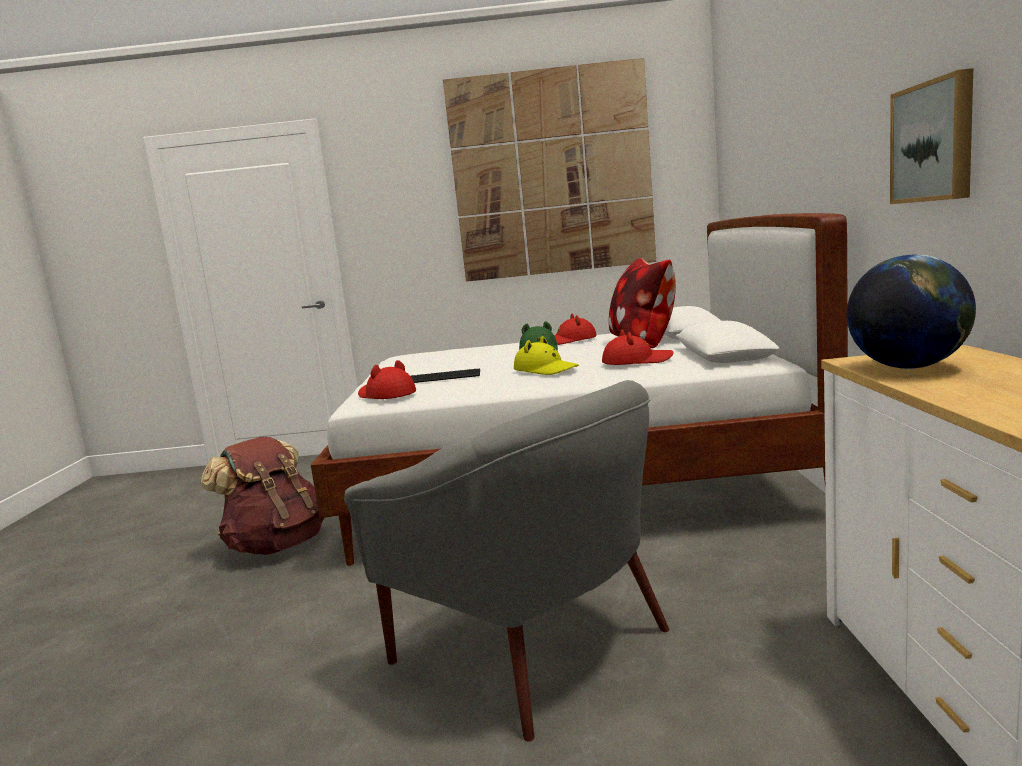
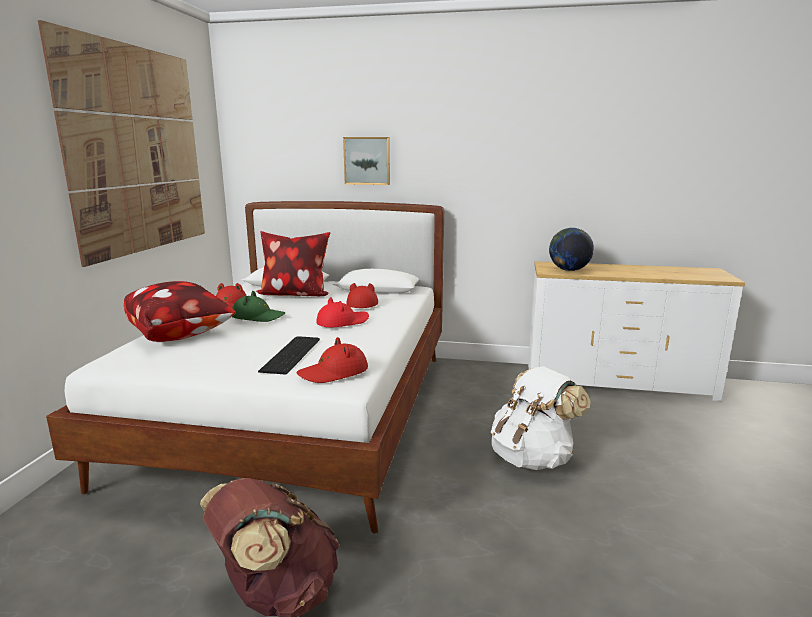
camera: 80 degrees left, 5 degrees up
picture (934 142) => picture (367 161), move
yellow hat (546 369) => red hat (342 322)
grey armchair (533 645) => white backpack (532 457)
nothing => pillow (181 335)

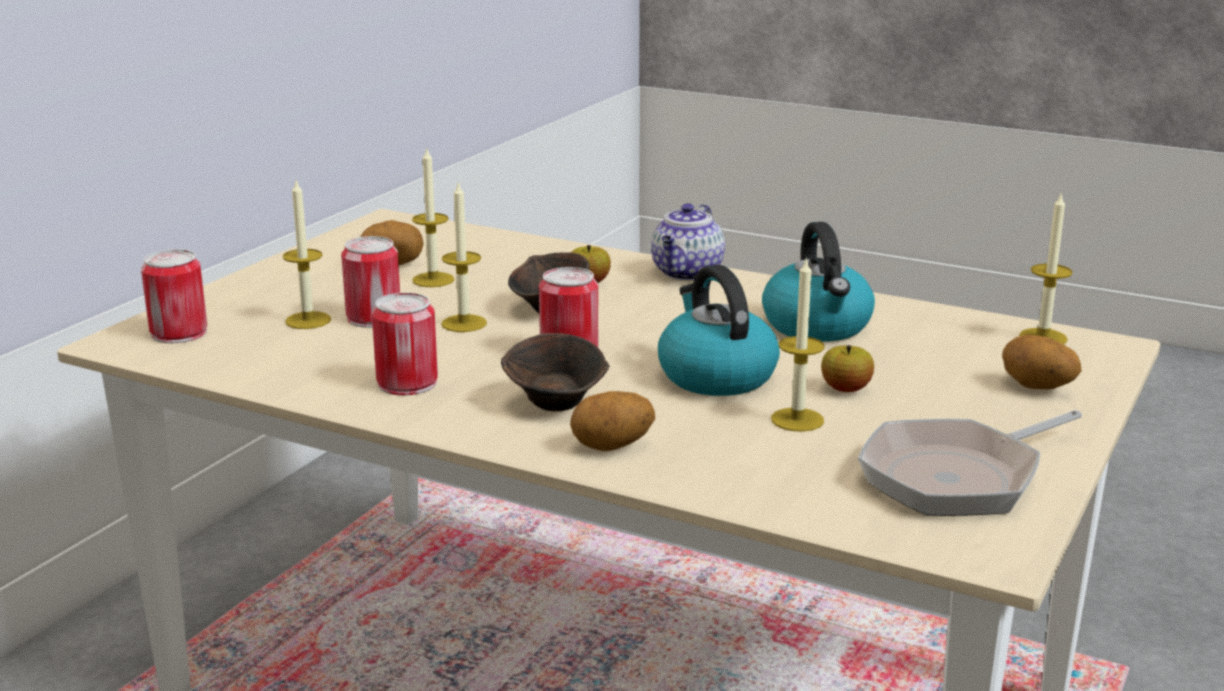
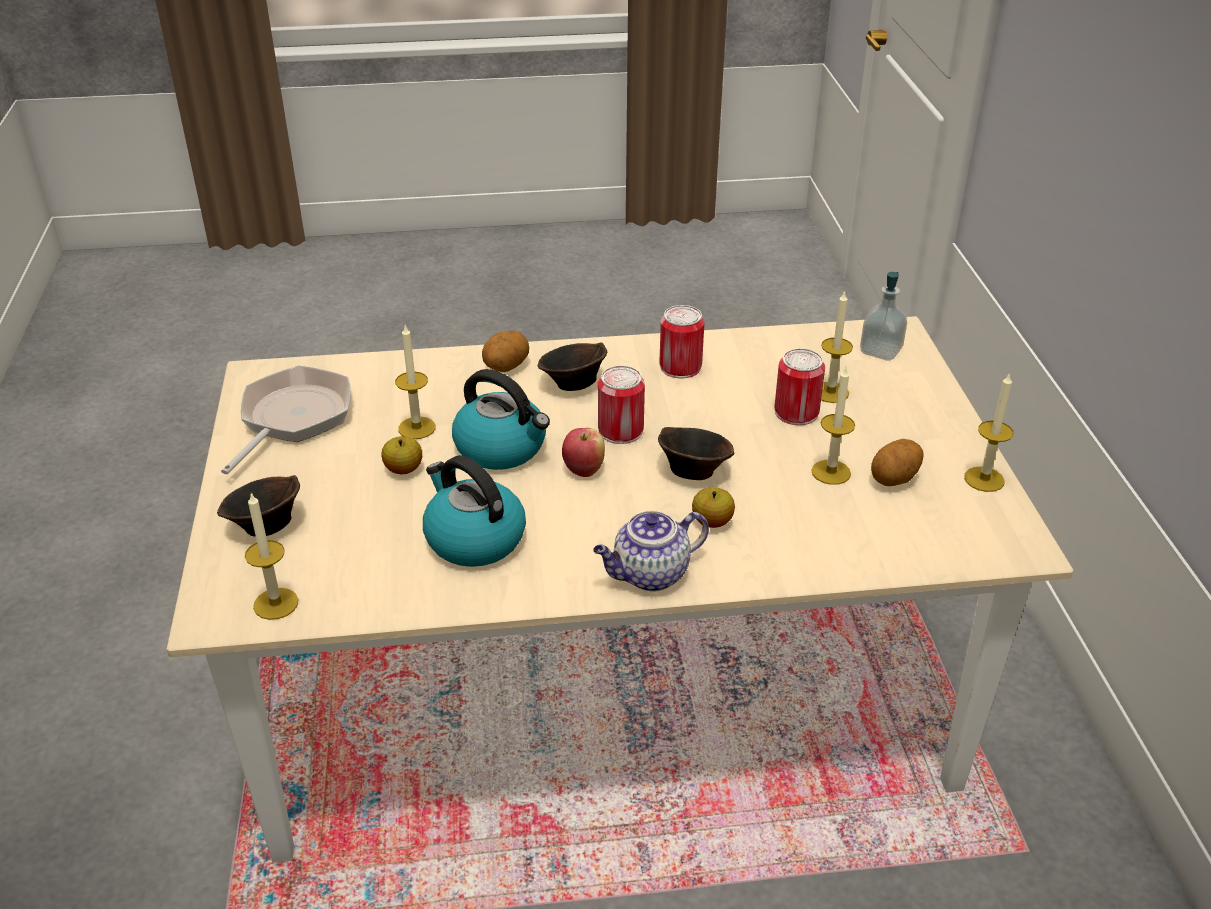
camera: 145 degrees right, 15 degrees up
candle (464 323) => candle (984 479), move
teapot (687 273) => teapot (649 575), 105 degrees counterclockwise
can (179 333) => soap dispenser (880 351)
potato (1037 388) => brown bowl (265 526)
nothing => apple (583 470)

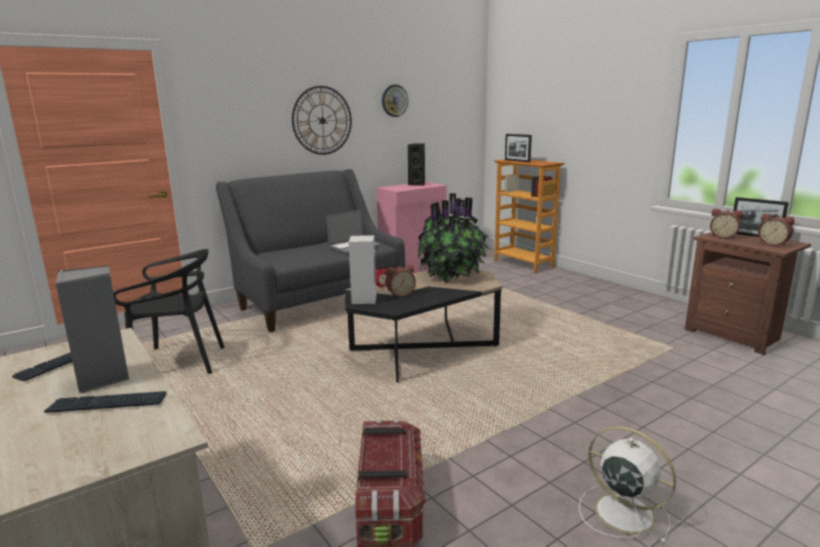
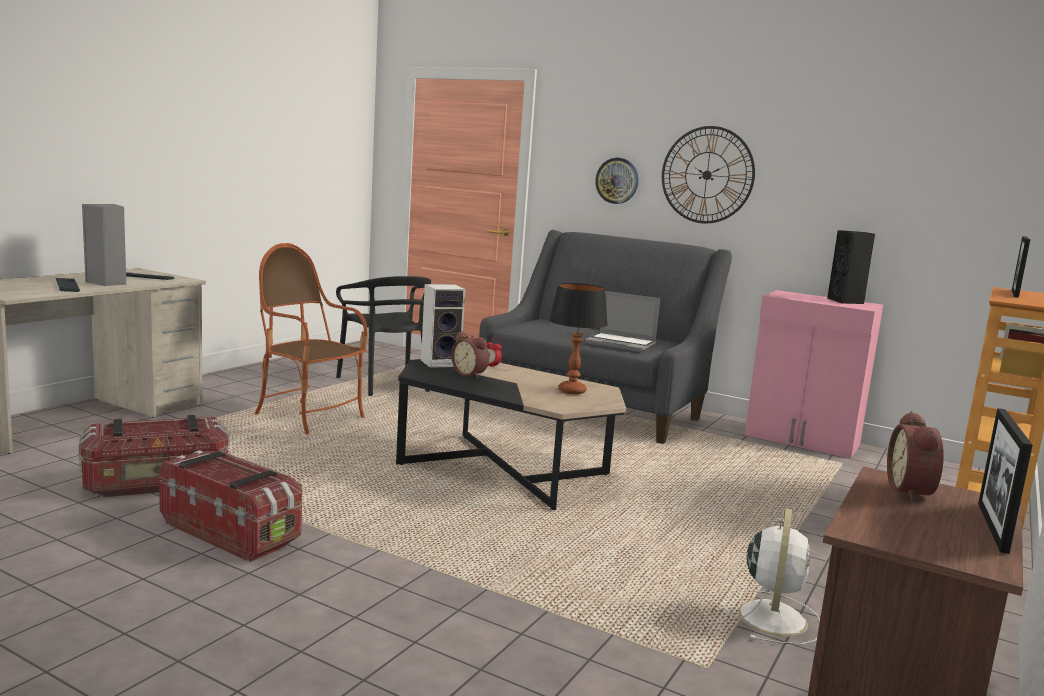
camera: 65 degrees right, 5 degrees down
wall clock (394 100) => wall clock (617 180), move
potted plant (453 276) => table lamp (572 391)
alarm clock (773 244) => nothing
white fan (621 512) => white fan (772 616), move
nothing => armchair (309 417)
nothing => storage box (232 532)

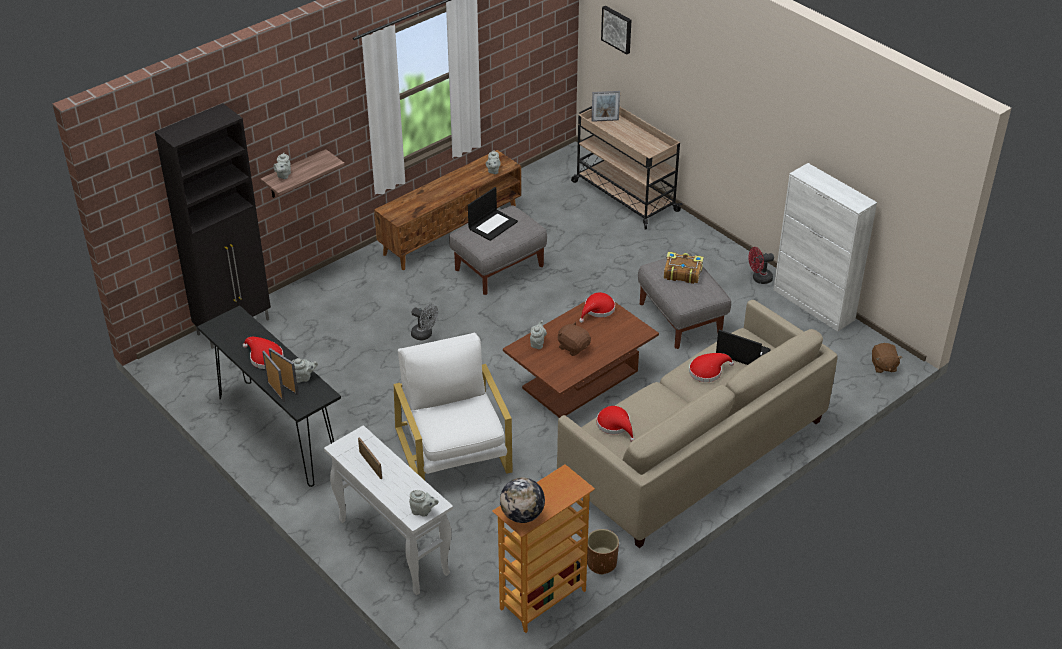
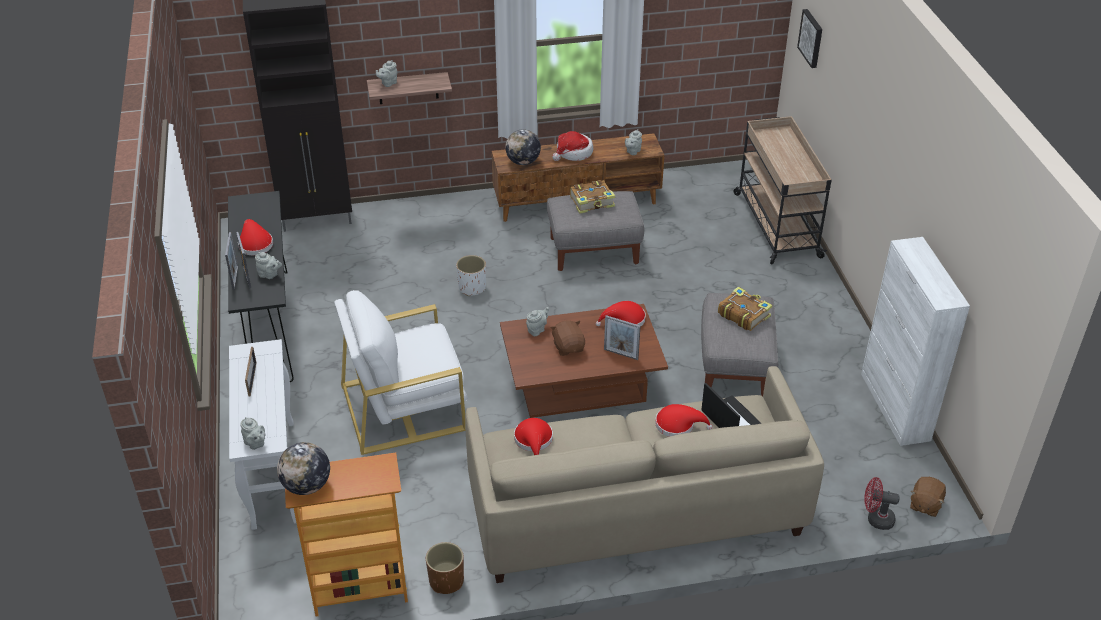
camera: 30 degrees right, 0 degrees up
picture frame (605 120) => picture frame (621 354), move
laptop (493 225) => book (592 202)
red fan (759 279) => red fan (876 519), move
grey fan (424 335) => white planter (472 287)
white armchair (453 450) => white armchair (404 406), 120 degrees counterclockwise
nothing => globe (523 162)
nothing => hat (573 153)

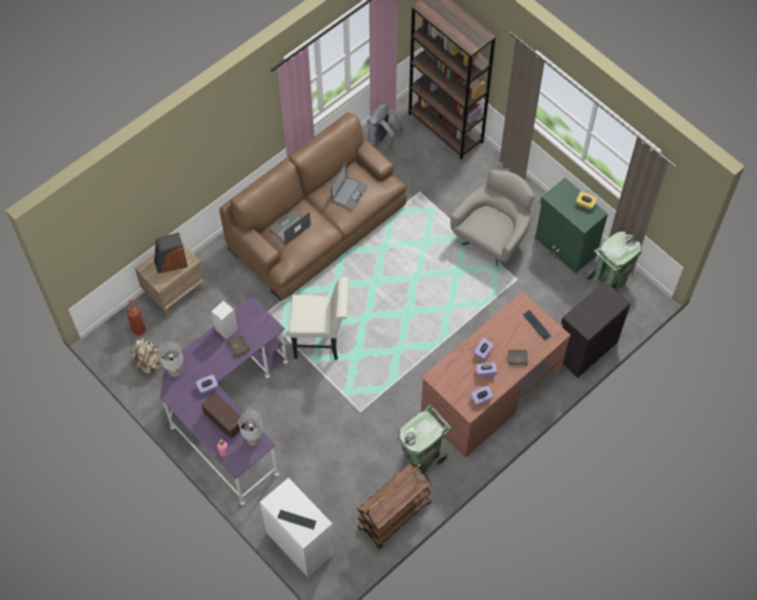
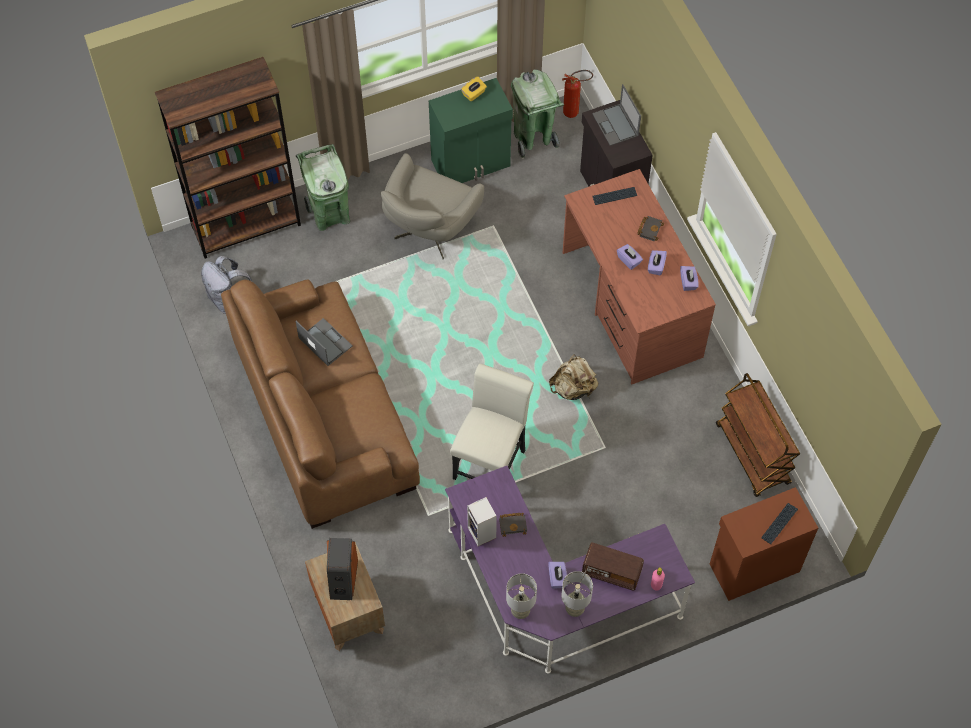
camera: 70 degrees left, 0 degrees up
grey armchair (492 240) => grey armchair (429 232), 120 degrees counterclockwise
laptop (290 228) => laptop (616 125), move
fire extinguisher (139 332) => fire extinguisher (574 112), move
beige backpack (149 362) => beige backpack (573 388), move
radio (224 420) => radio (611 572), 135 degrees counterclockwise
green trash can (422 456) => green trash can (330 214), move
grey table lamp (253 440) => grey table lamp (575 608), move
white cabinet (300 542) => brown cabinet (753 566)

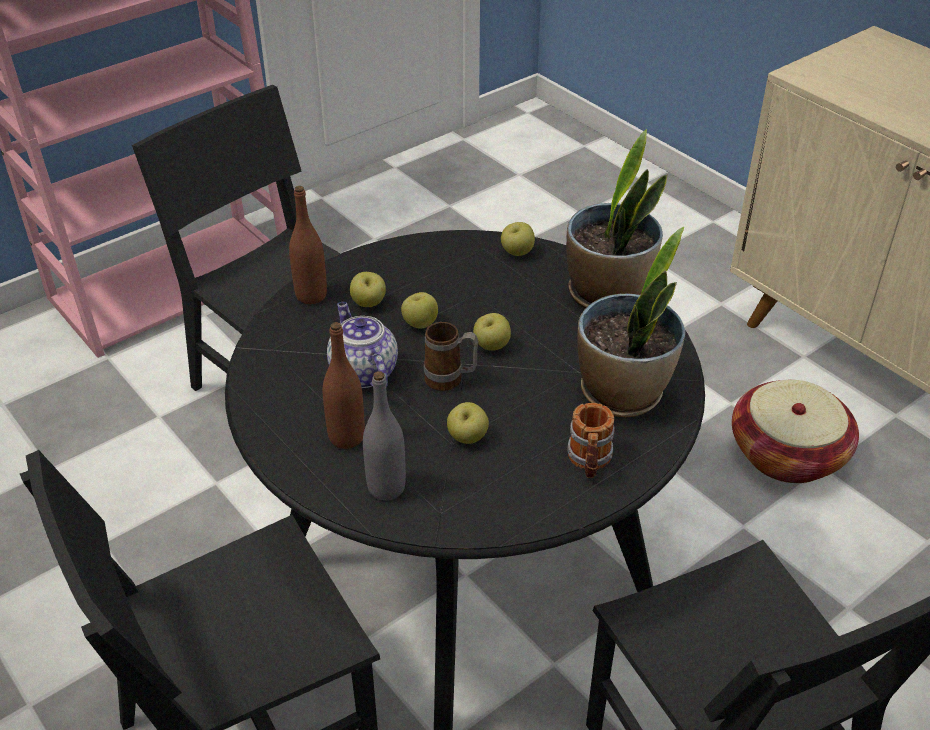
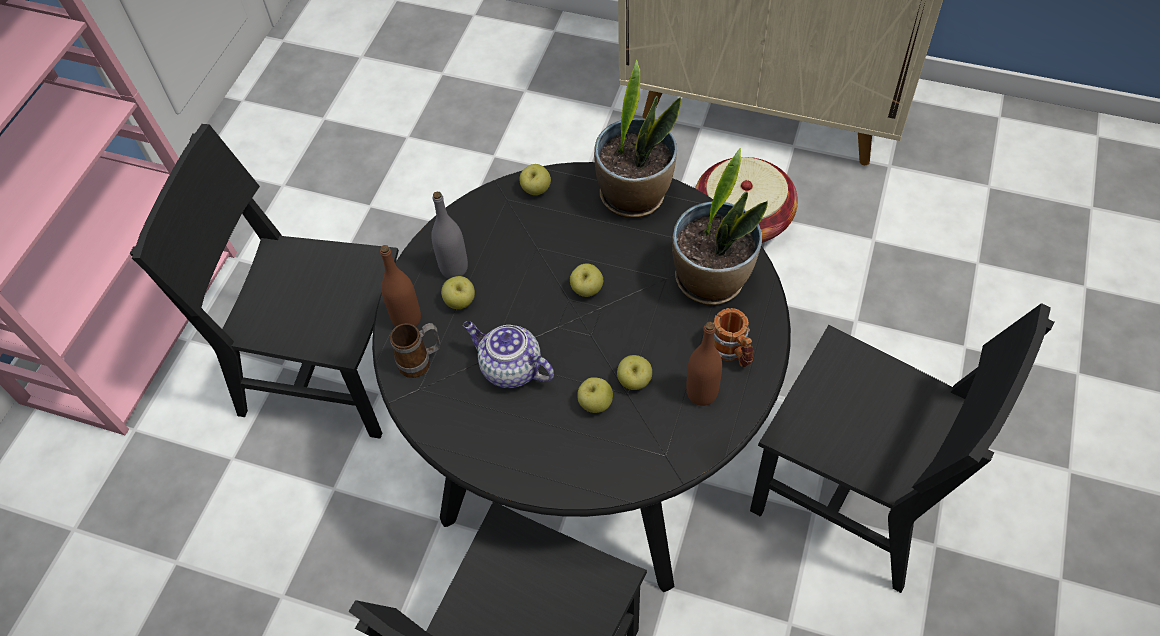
camera: 30 degrees left, 15 degrees up
apple (420 324) => apple (595 404), move
brown bottle (346 437) => brown bottle (702 393), move
mug (451 380) => mug (421 362), move
grey bottle (386 487) => grey bottle (454 268), move

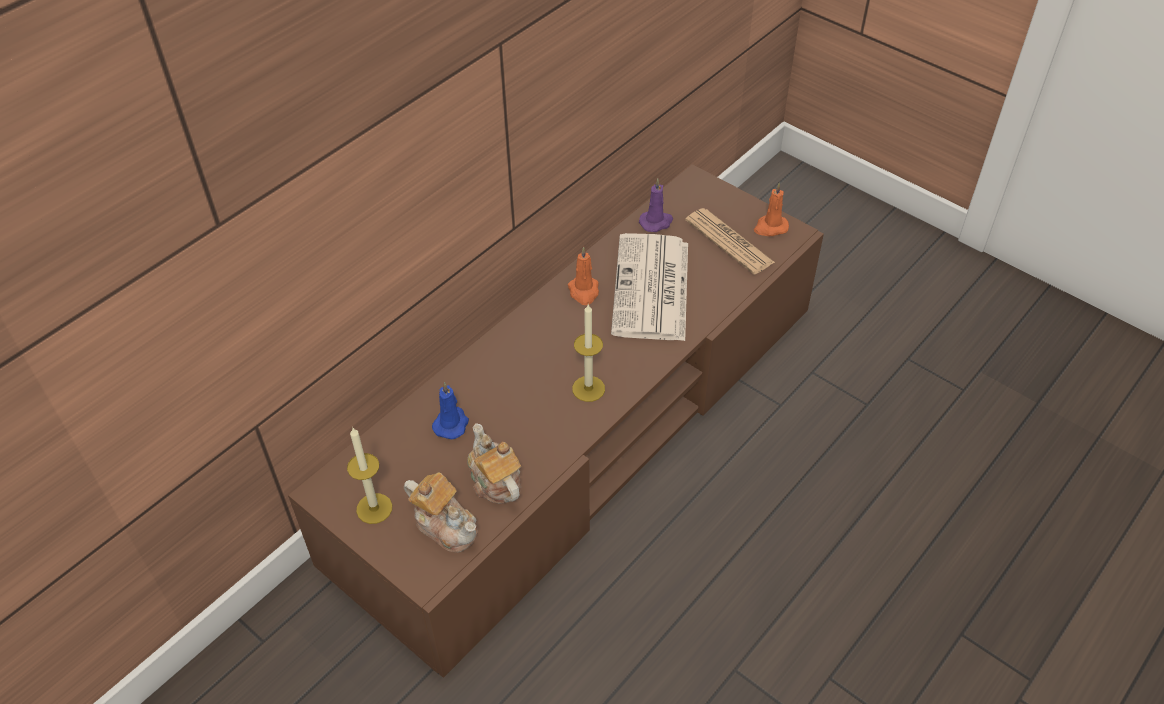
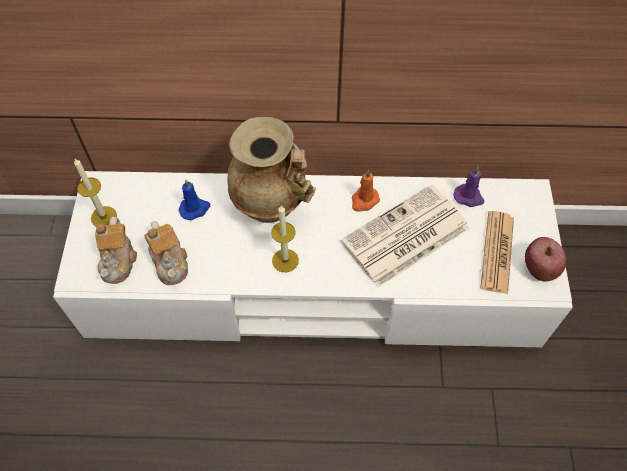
camera: 50 degrees right, 10 degrees up
brown tv stand (582 431) => white tv stand (313 284)
orange candle (770 227) => apple (539 268)
teapot (495 481) => teapot (170 262), 135 degrees clockwise
nothing => beige vase (271 203)

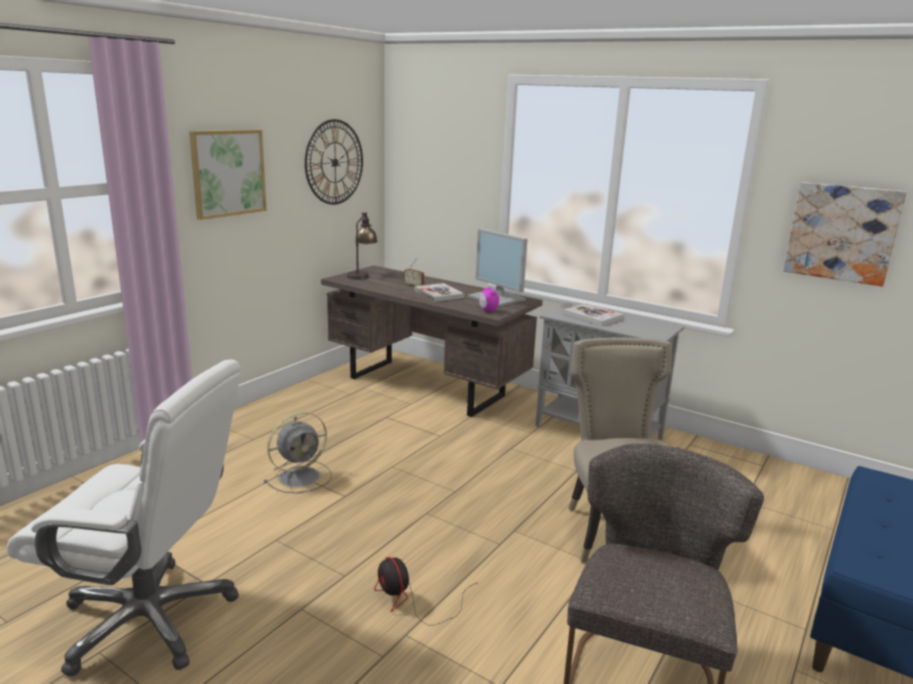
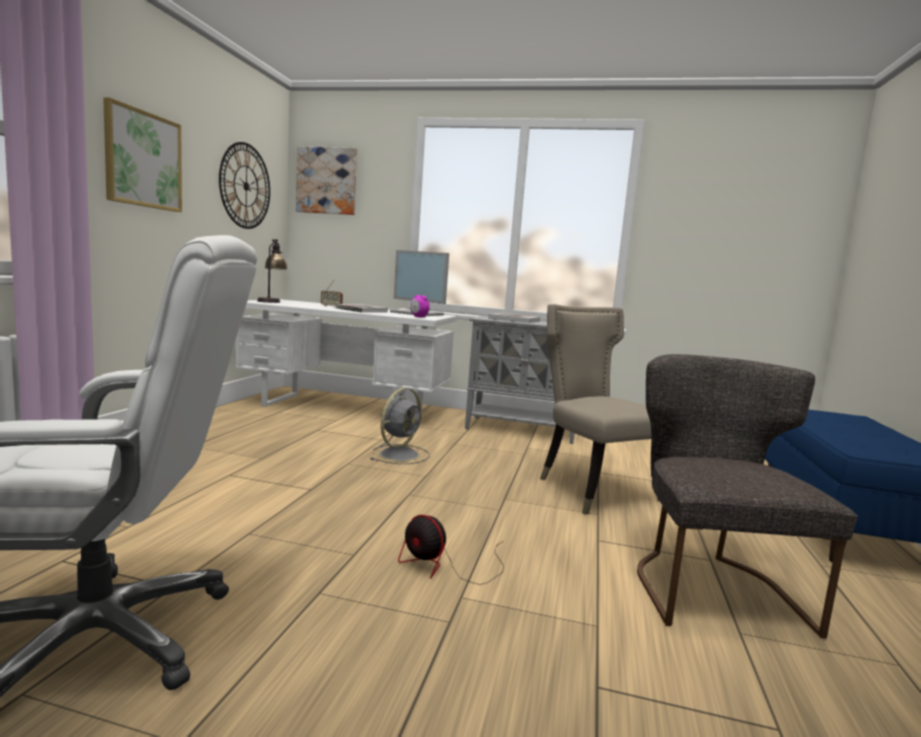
camera: 20 degrees left, 10 degrees down
picture (842 233) => picture (327 181), move
brown desk (427 387) => white desk (344 409)
grey fan (301 476) => grey fan (400 454), move

